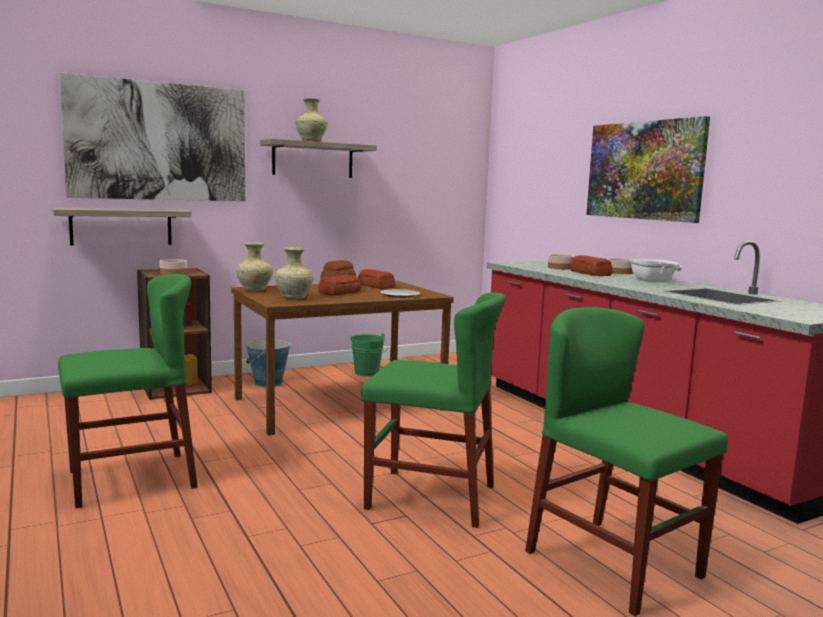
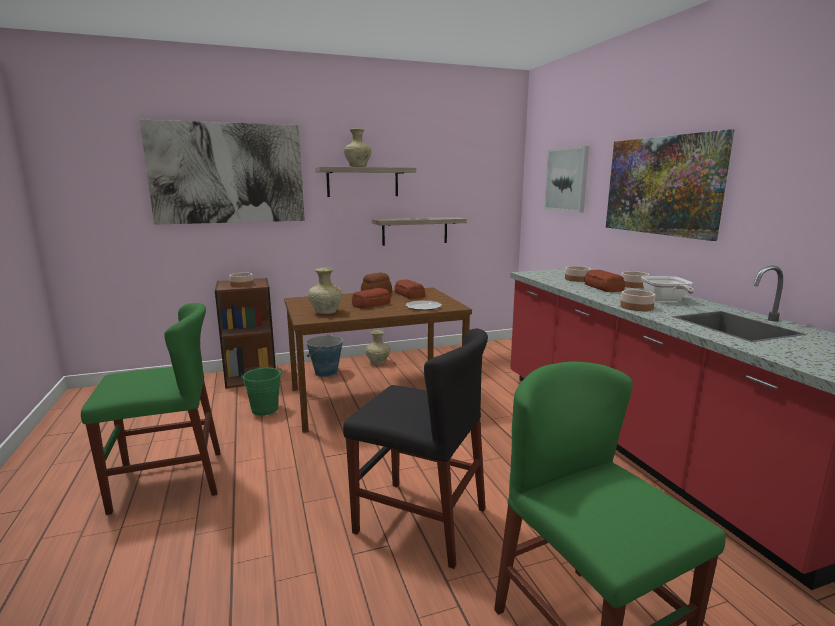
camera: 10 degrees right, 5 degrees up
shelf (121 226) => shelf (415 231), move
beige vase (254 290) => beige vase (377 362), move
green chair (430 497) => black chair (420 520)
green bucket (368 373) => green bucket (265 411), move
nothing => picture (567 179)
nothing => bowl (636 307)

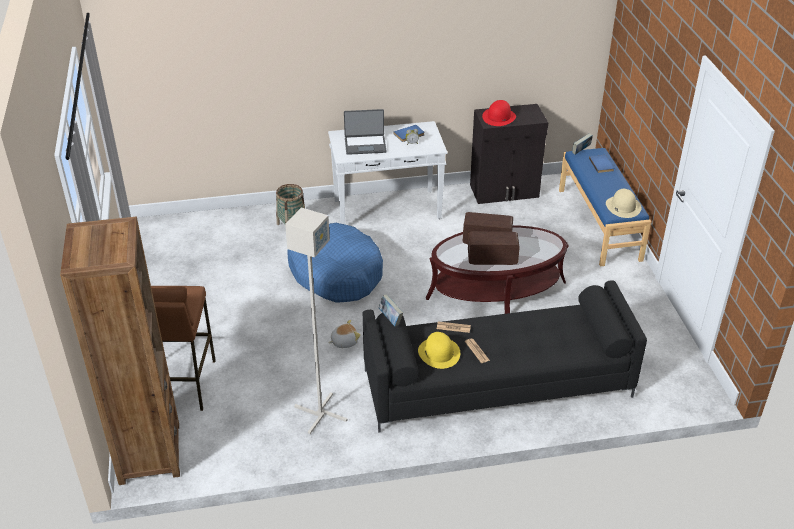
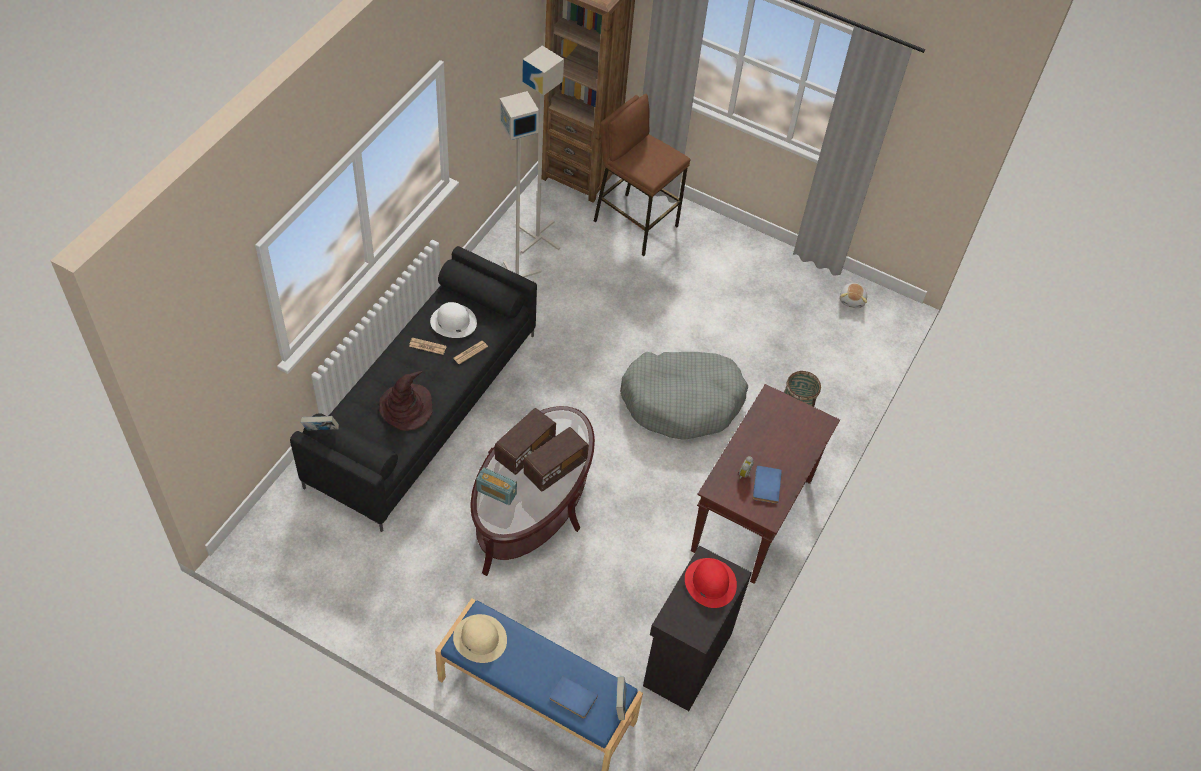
camera: 125 degrees right, 15 degrees up
laptop (365 145) => nothing
white console table (388 209) => brown console table (752 517)
blue dog bed (336 273) => grey dog bed (682 401)
book (390 319) => book (321 430), move
plush toy (344 341) => plush toy (852 300), move
yellow hat (439 353) => white hat (453 322)
nothing => grey floor lamp (538 237)
nothing => brown hat (406 407)
nothing => radio (496 492)

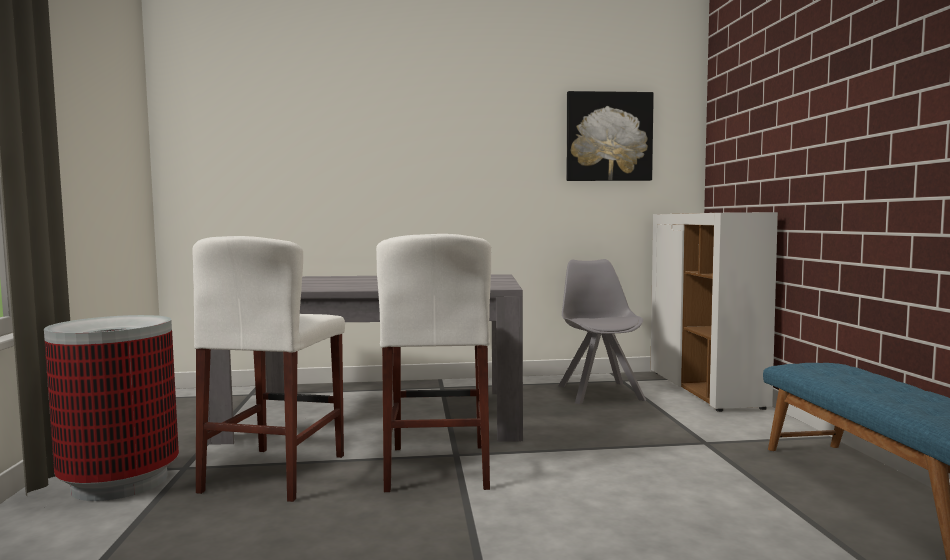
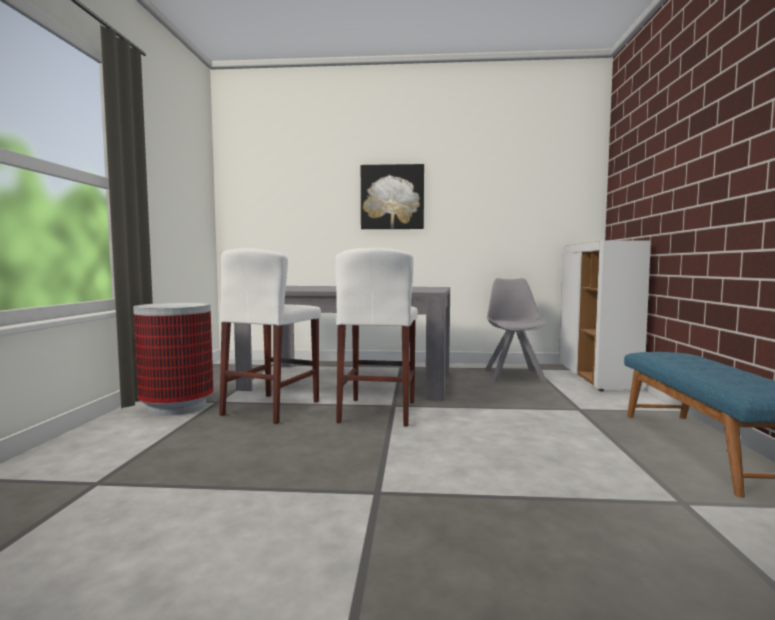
camera: 10 degrees right, 0 degrees up
picture (608 137) => picture (392 197), move

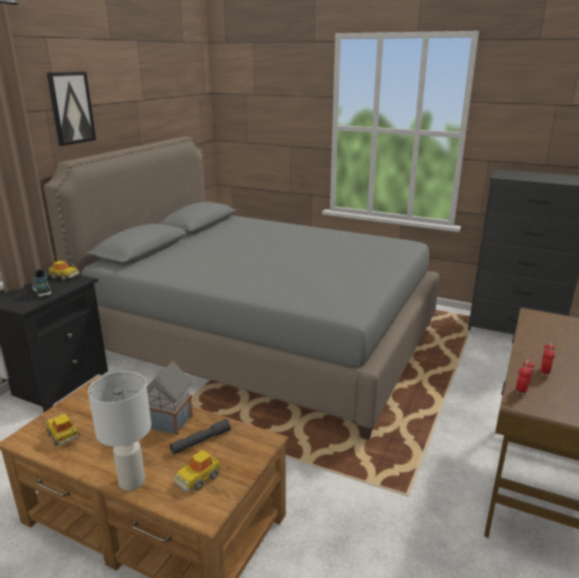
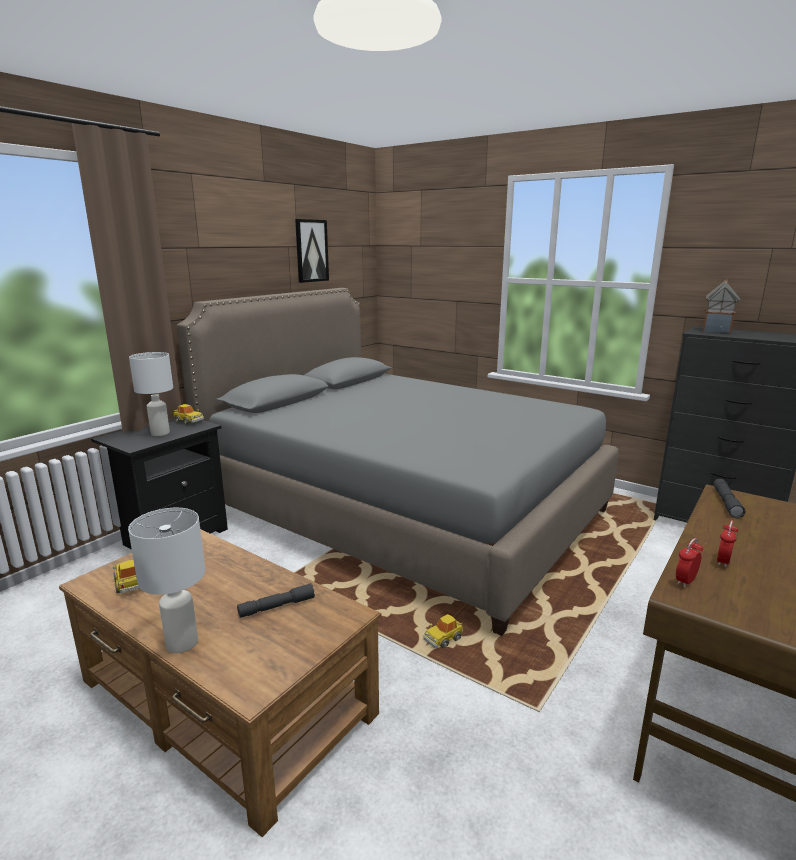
camera: 10 degrees right, 5 degrees down
picture (71 108) => picture (311 251), move
shoe (42 291) => white table lamp (159 433)
toy house (170 423) => toy house (716 330), move
toy car (198 478) => toy car (443 638), move
nothing => grey flashlight (726 503)

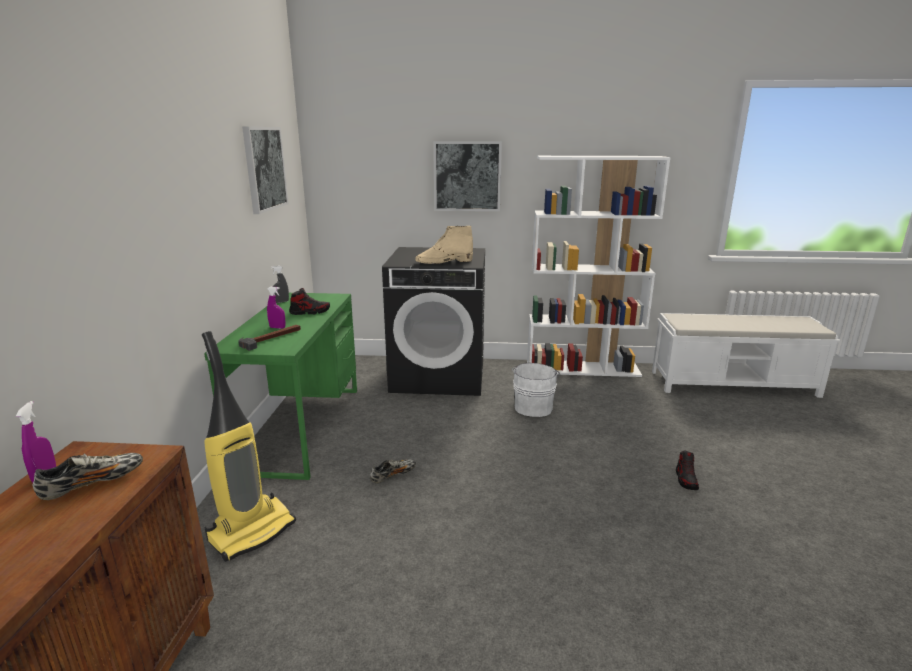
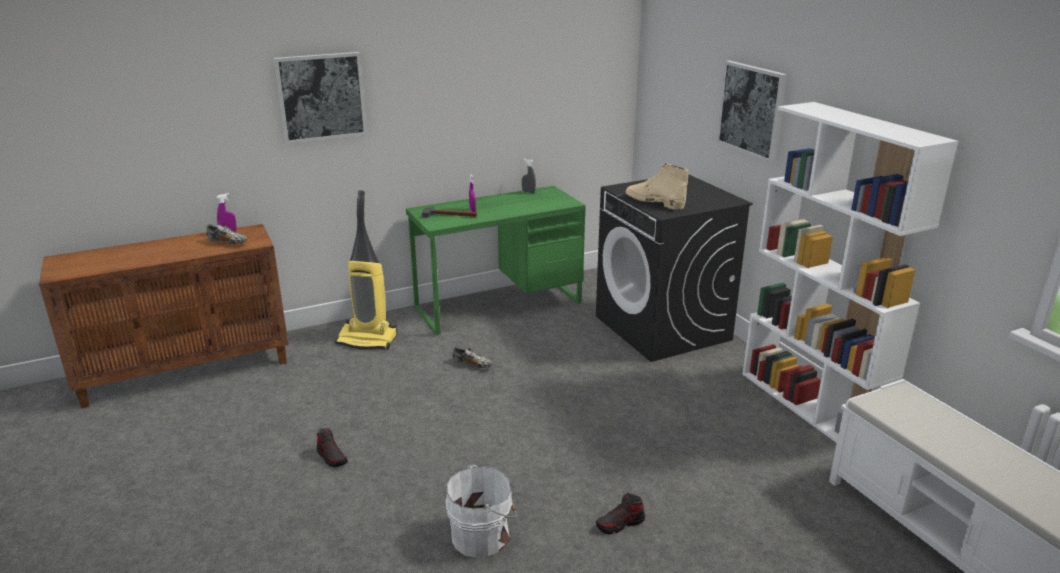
camera: 60 degrees right, 5 degrees up
picture (264 168) => picture (321 97), move
shoe (310 312) => shoe (332 457), move
white bucket (533 407) => white bucket (483 535), move

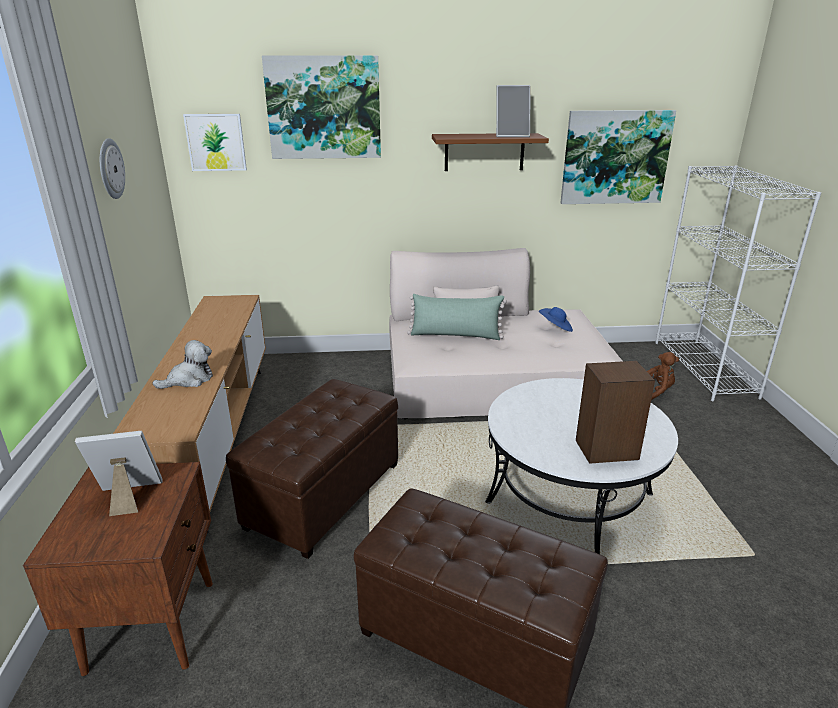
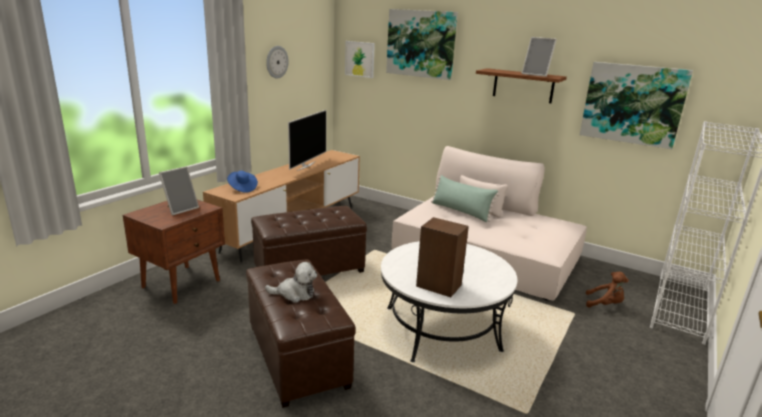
camera: 35 degrees right, 5 degrees down
blue hat (555 328) => blue hat (242 188), move
plush toy (189 380) => plush toy (294 294), move
picture frame (128 497) => picture frame (180 209), 105 degrees clockwise
nothing => television (305 166)

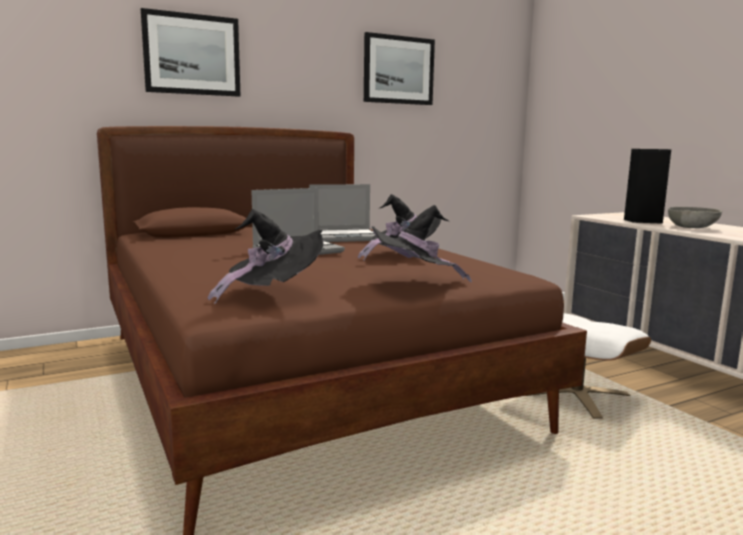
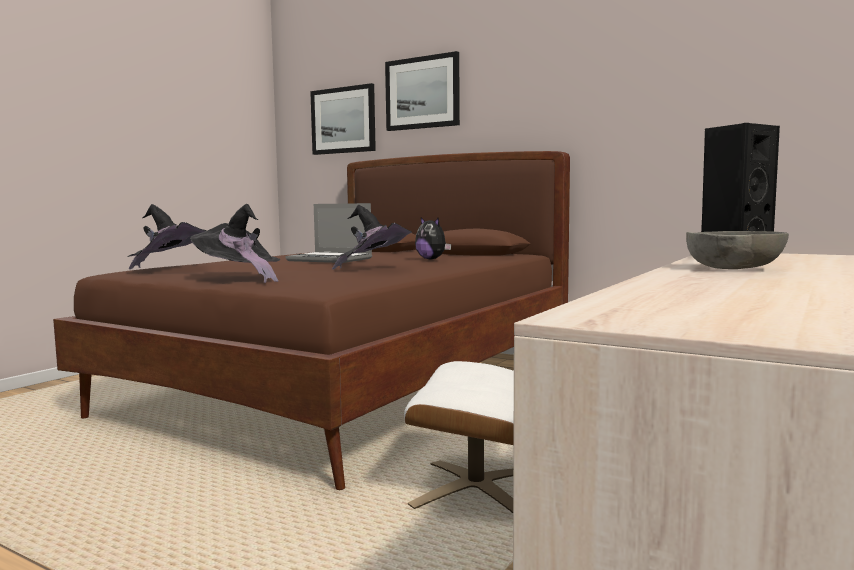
camera: 60 degrees right, 5 degrees down
picture (398 70) => picture (343 120), move
laptop (345 237) => plush toy (432 259)

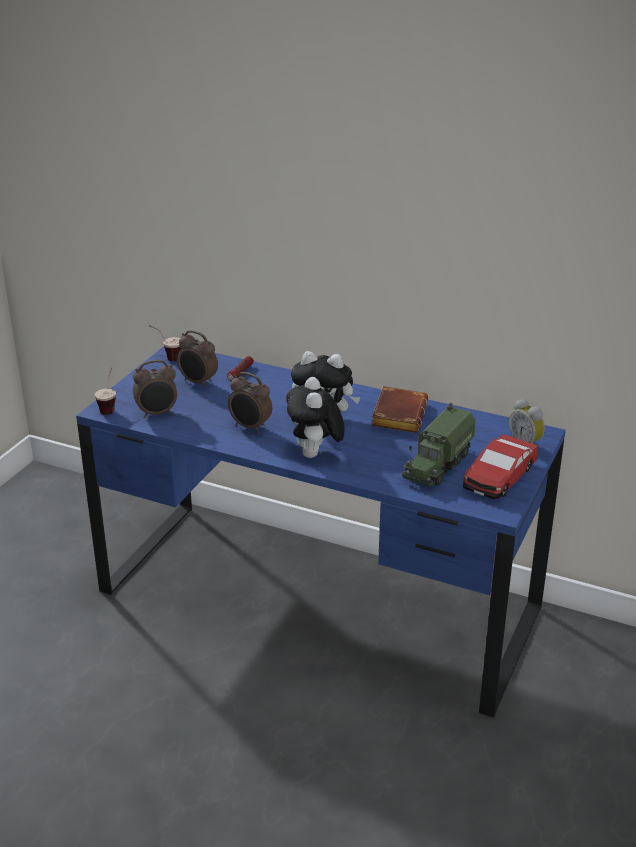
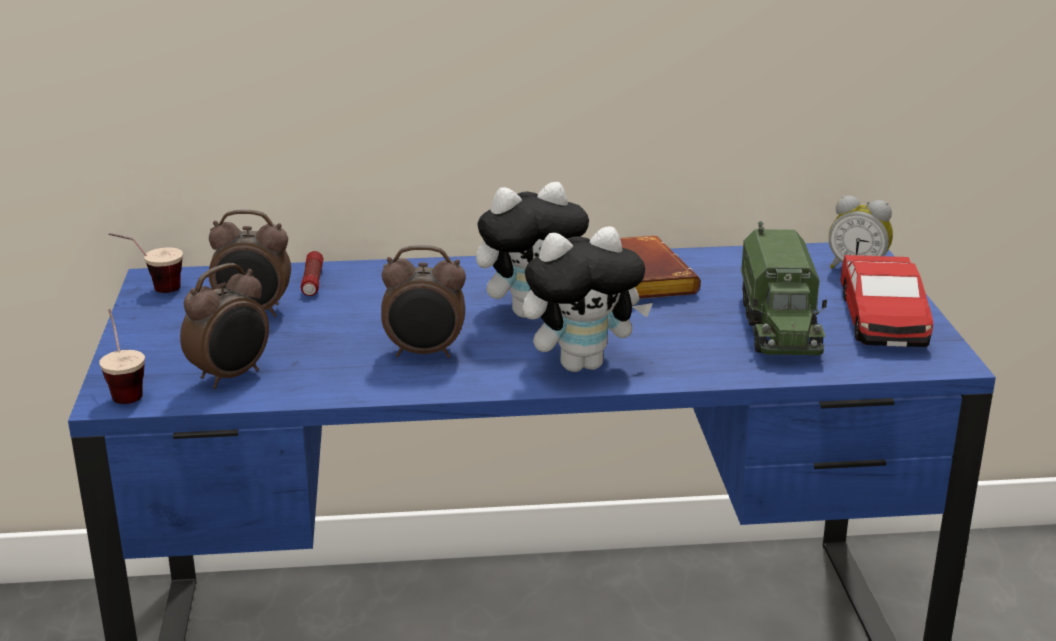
camera: 30 degrees left, 5 degrees down
plush toy (315 455) => plush toy (582 364), 75 degrees counterclockwise

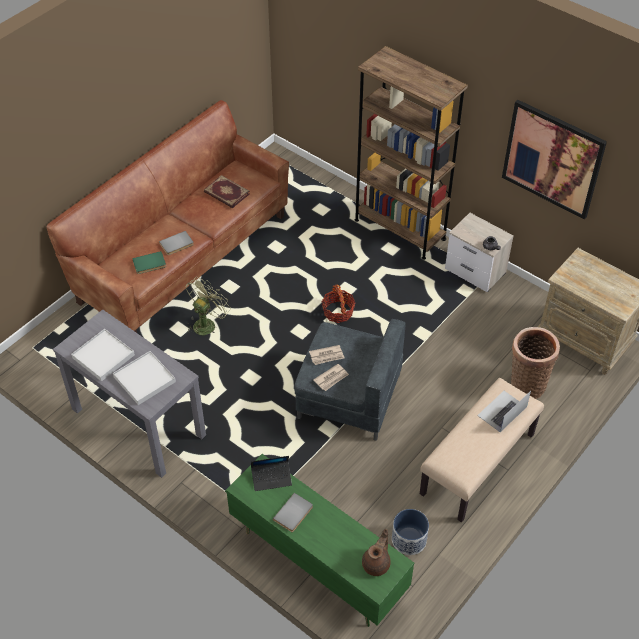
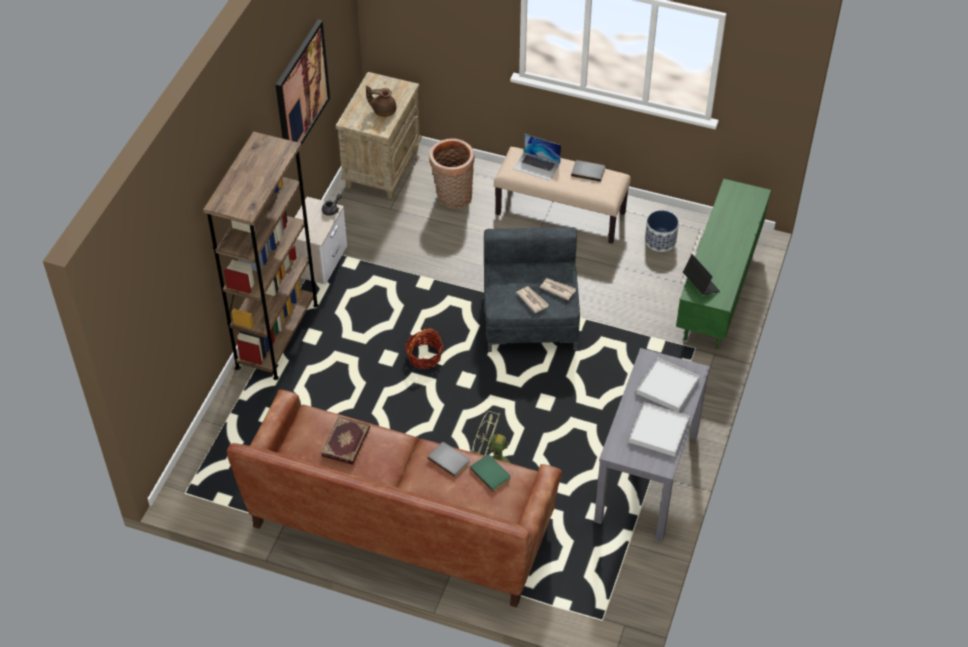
camera: 110 degrees left, 0 degrees up
grey book (294 514) => grey book (588 171), move
brown teapot (377 563) => brown teapot (383 110), move

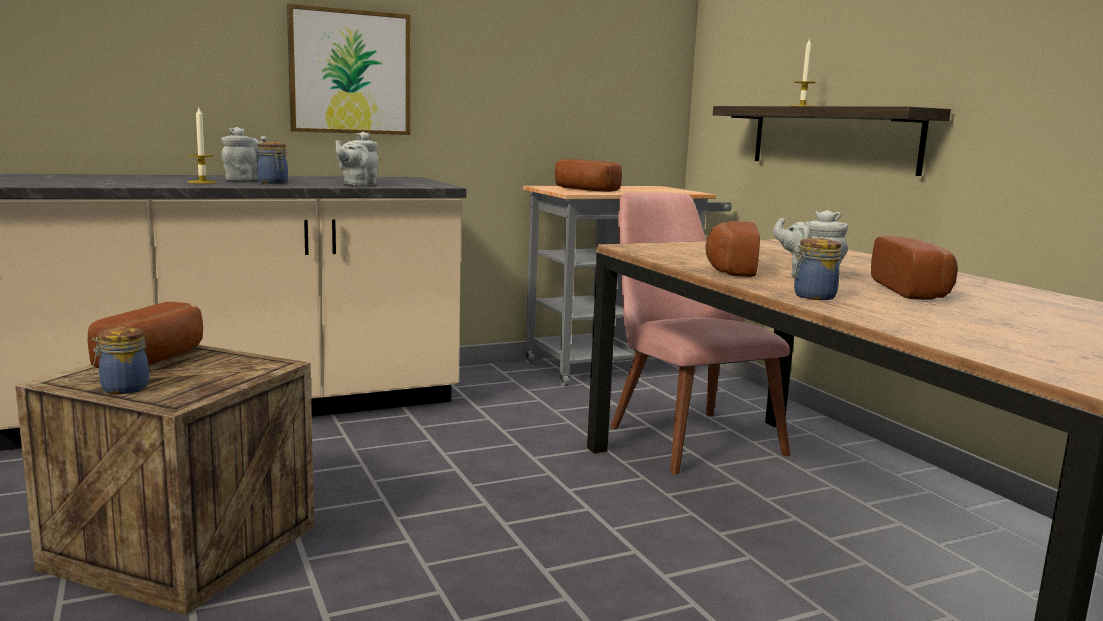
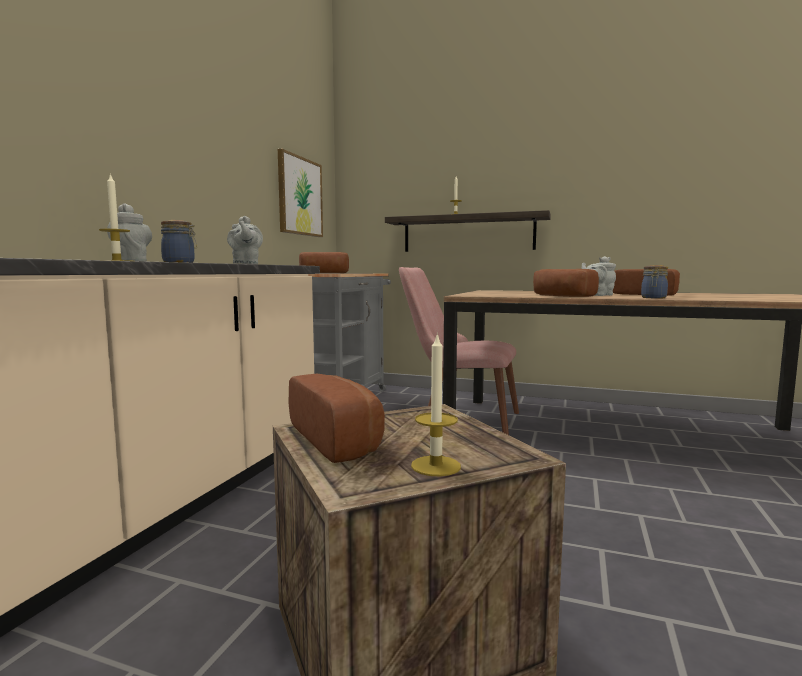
camera: 45 degrees left, 5 degrees down
picture (350 72) => picture (300 196), move
jar (122 388) => candle (435 466)

